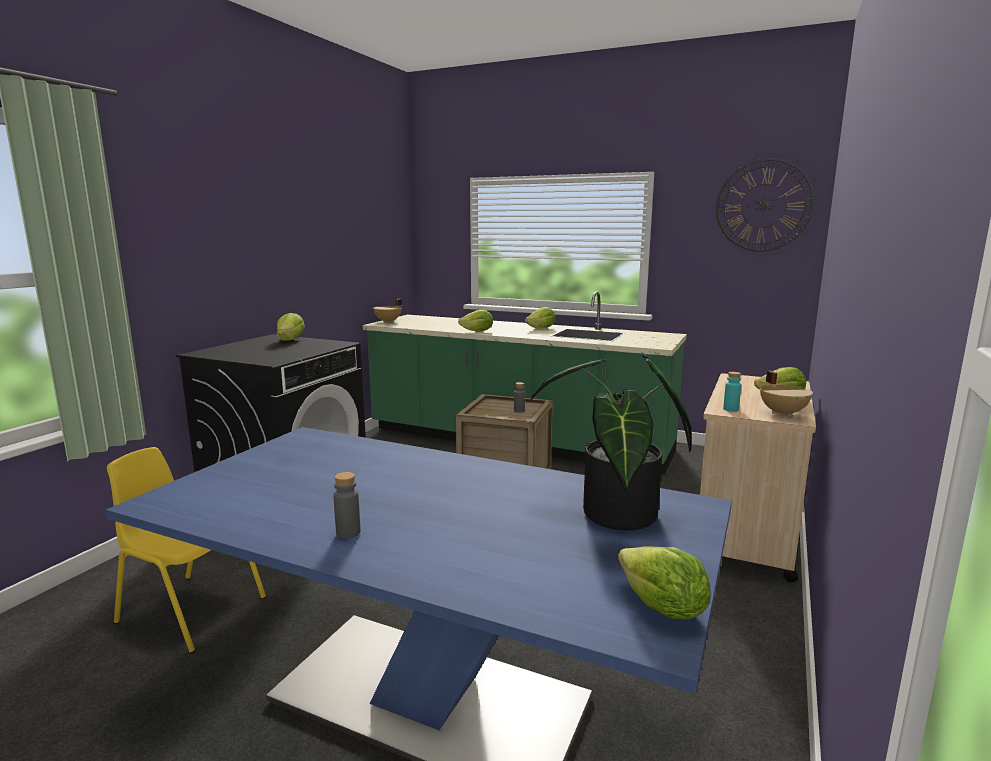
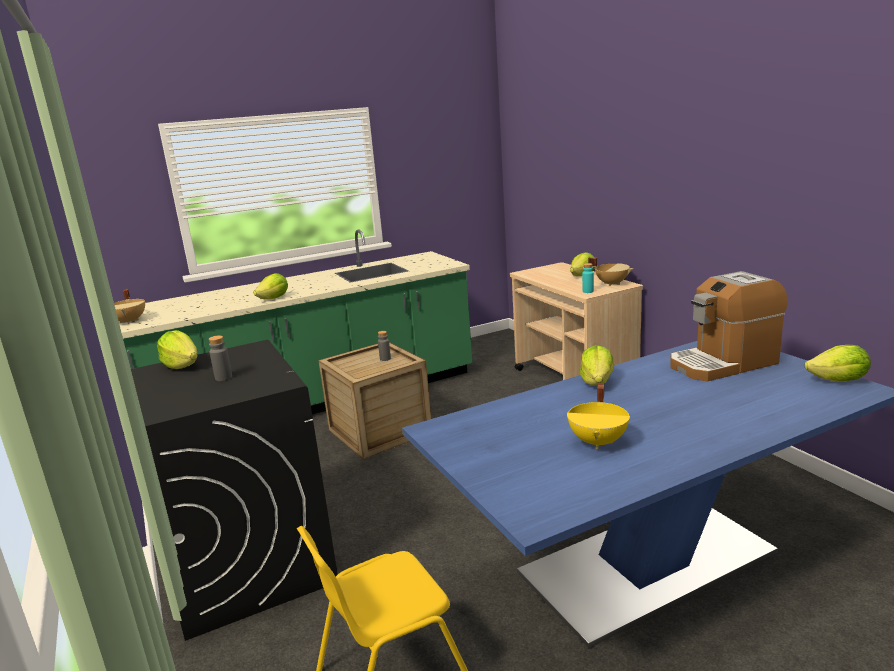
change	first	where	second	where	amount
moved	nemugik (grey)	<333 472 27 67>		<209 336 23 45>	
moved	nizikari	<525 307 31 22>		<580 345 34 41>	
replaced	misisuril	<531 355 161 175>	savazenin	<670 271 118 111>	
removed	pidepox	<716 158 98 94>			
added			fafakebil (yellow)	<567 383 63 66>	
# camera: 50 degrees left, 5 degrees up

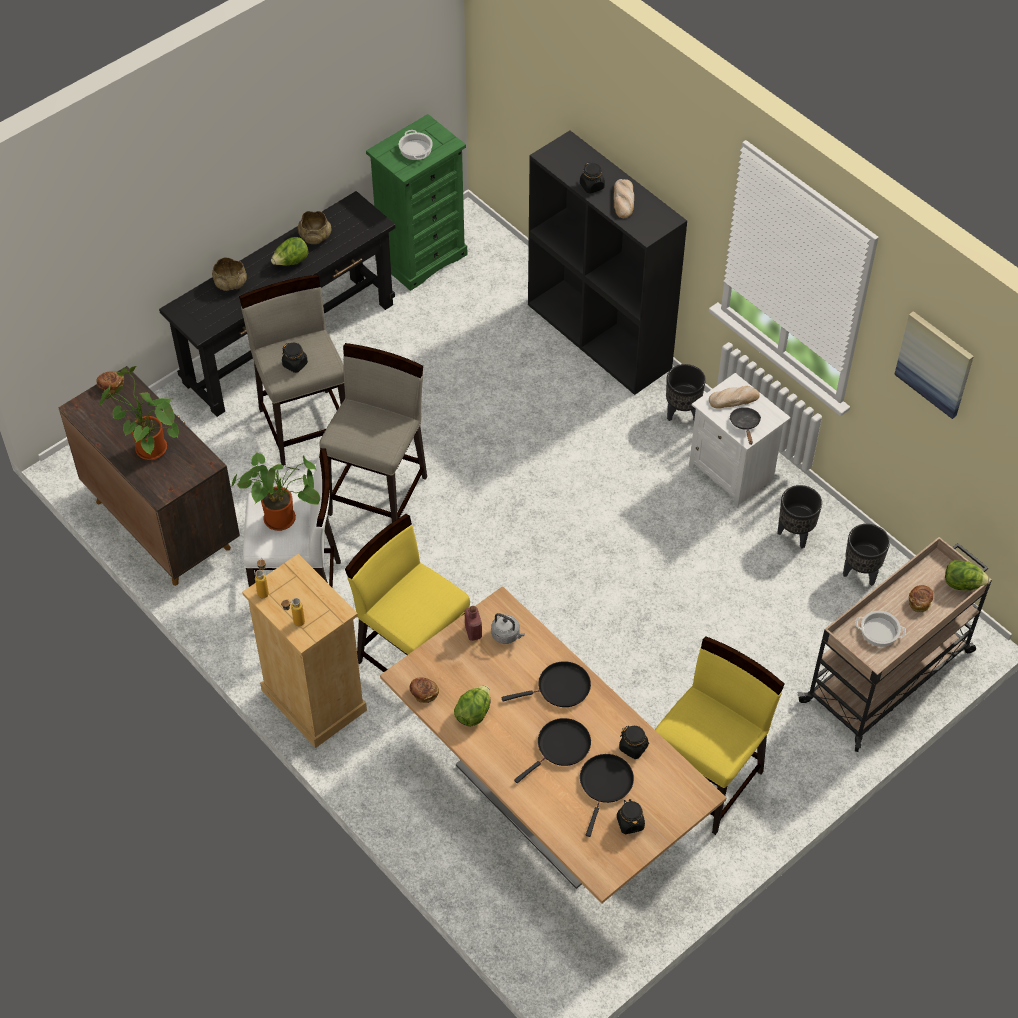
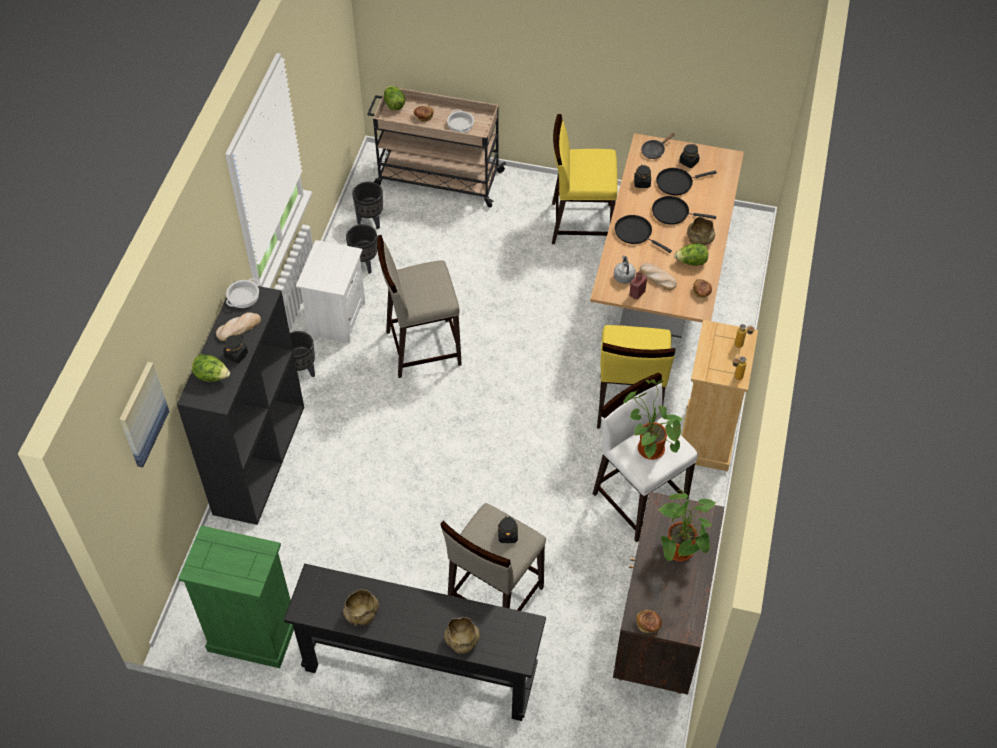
change	first	where	second	where	amount
moved	nizikari	<271 237 38 28>		<192 354 38 28>	
moved	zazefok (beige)	<320 343 107 179>		<377 235 85 143>	
moved	fafakebil	<399 130 34 30>		<226 278 34 30>	
moved	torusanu	<709 386 51 23>		<640 263 37 27>	
moved	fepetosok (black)	<729 407 32 38>		<641 133 34 26>	
moved	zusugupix	<894 311 80 108>		<119 362 50 105>	
added			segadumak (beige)	<687 217 28 28>	
# camera: 125 degrees left, 0 degrees up

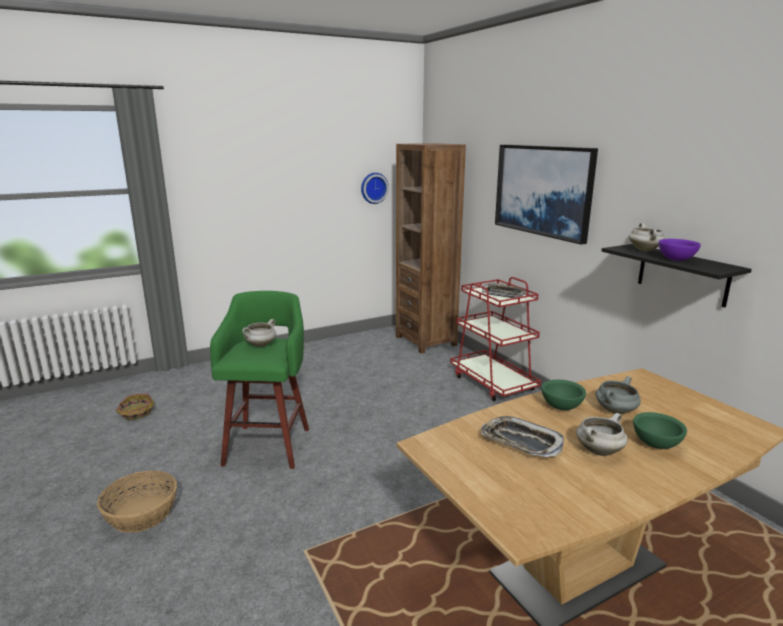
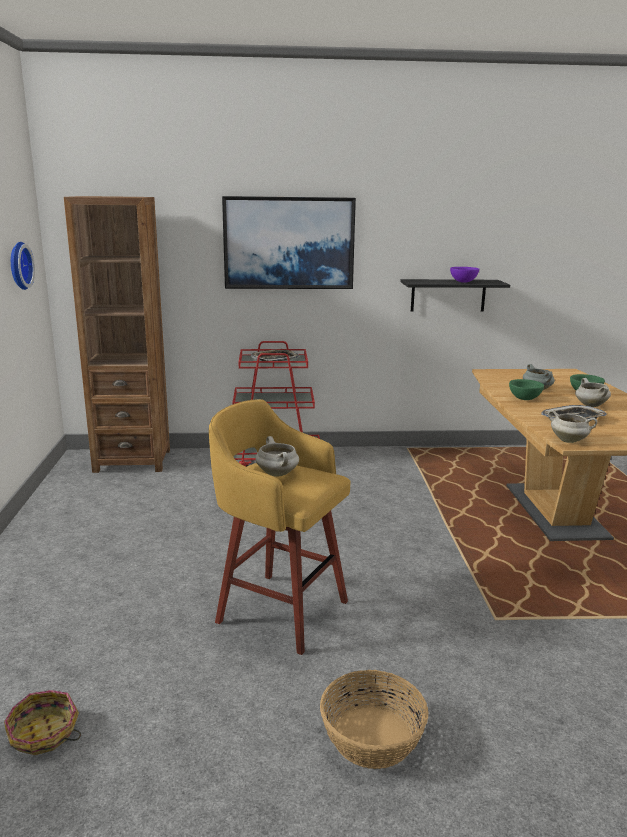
change	first	where	second	where	amount
recoloured	zazefok (green)	<210 291 99 178>	zazefok (yellow)	<209 399 141 256>	
moved	fafakebil (white)	<629 223 36 28>		<548 410 49 33>	
# camera: 65 degrees left, 0 degrees up

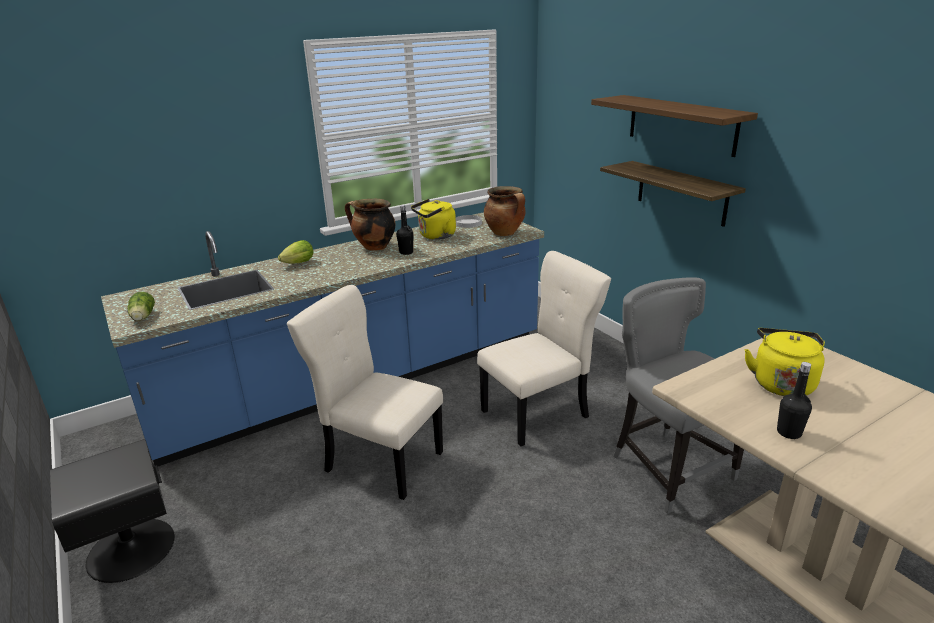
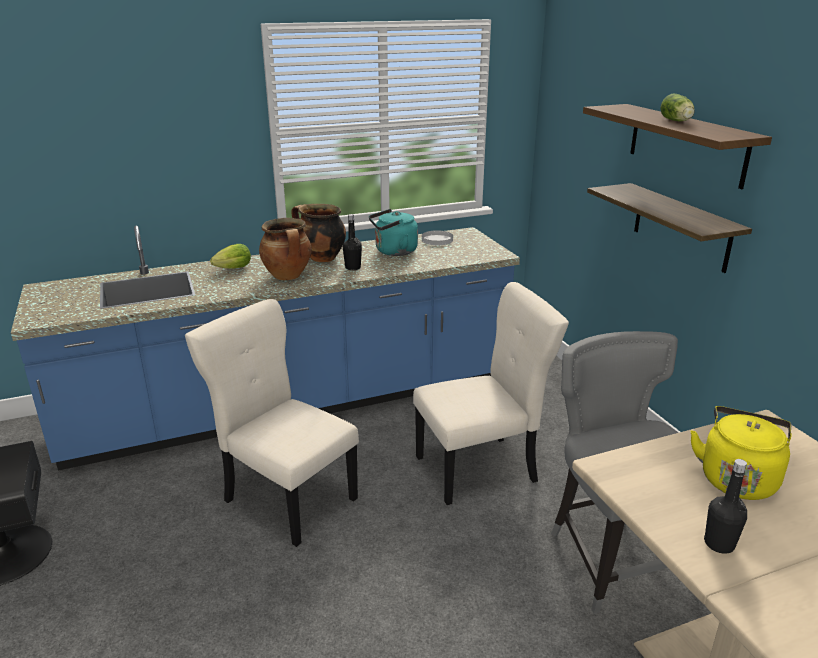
change	first	where	second	where	amount
moved	nizikari	<127 292 28 29>		<660 94 35 27>	
recoloured	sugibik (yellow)	<411 199 45 41>	sugibik (turquoise)	<369 209 49 47>	
moved	fafakebil	<484 186 42 50>		<259 218 53 62>	
# camera: 10 degrees right, 0 degrees up

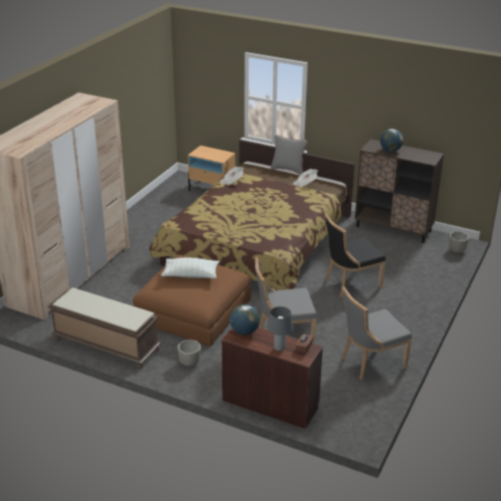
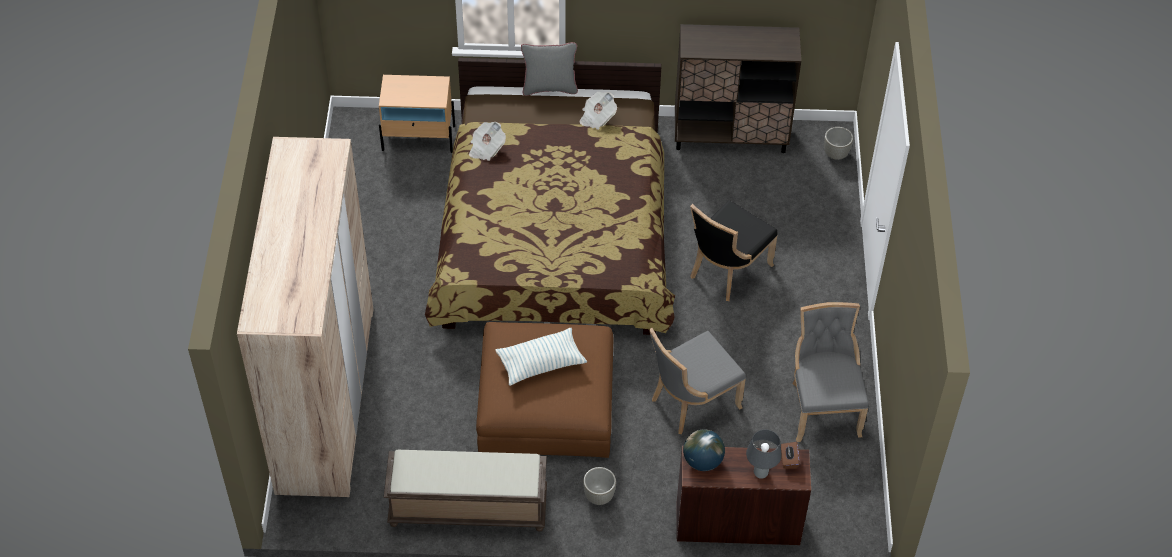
change	first	where	second	where	amount
turned	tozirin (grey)	<342 286 70 94>		<793 302 76 140>	135 degrees clockwise
removed	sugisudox	<380 129 23 23>			
# camera: 25 degrees left, 20 degrees up

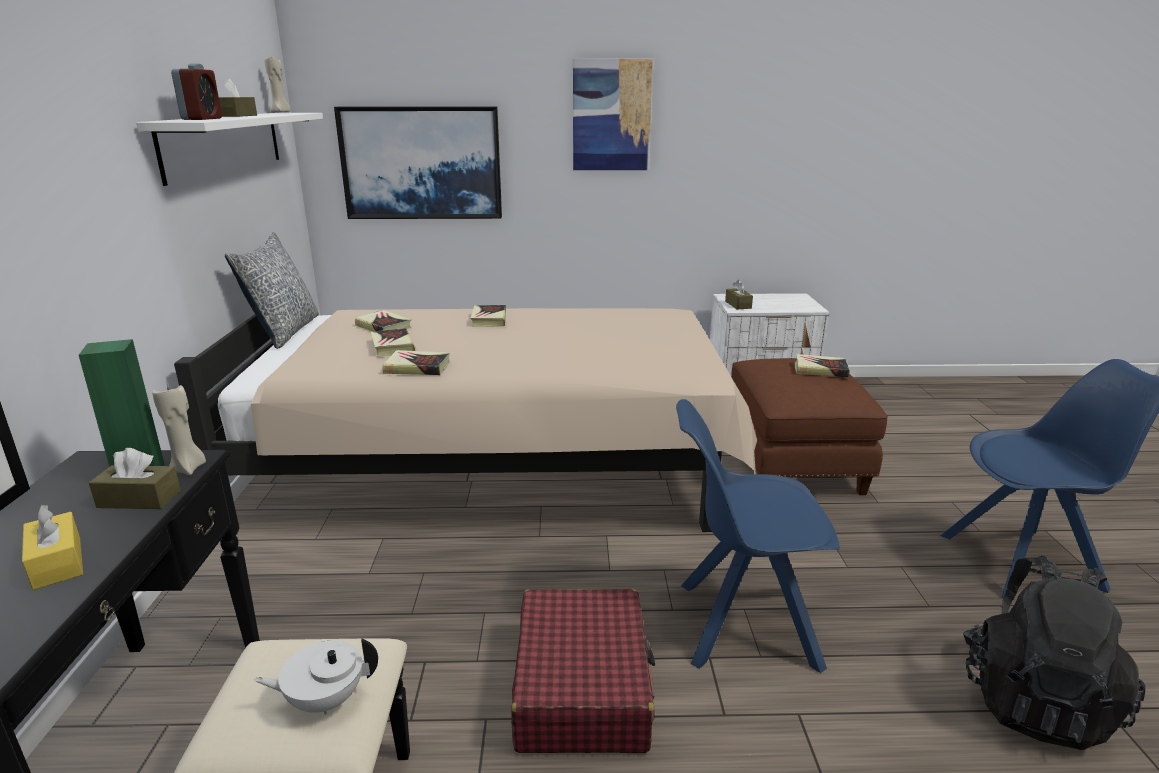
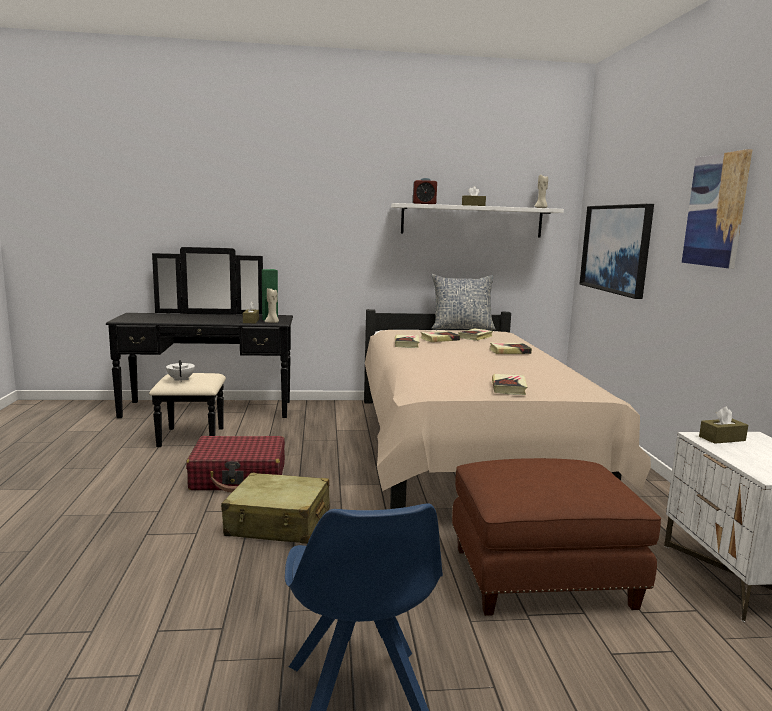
change	first	where	second	where	amount
removed	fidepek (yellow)	<22 505 61 85>			
replaced	tozirin (blue)	<676 399 164 274>	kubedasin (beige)	<221 473 109 71>	
moved	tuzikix	<795 354 55 24>		<492 374 35 21>	
removed	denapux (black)	<963 555 182 195>			
# camera: 85 degrees right, 10 degrees down

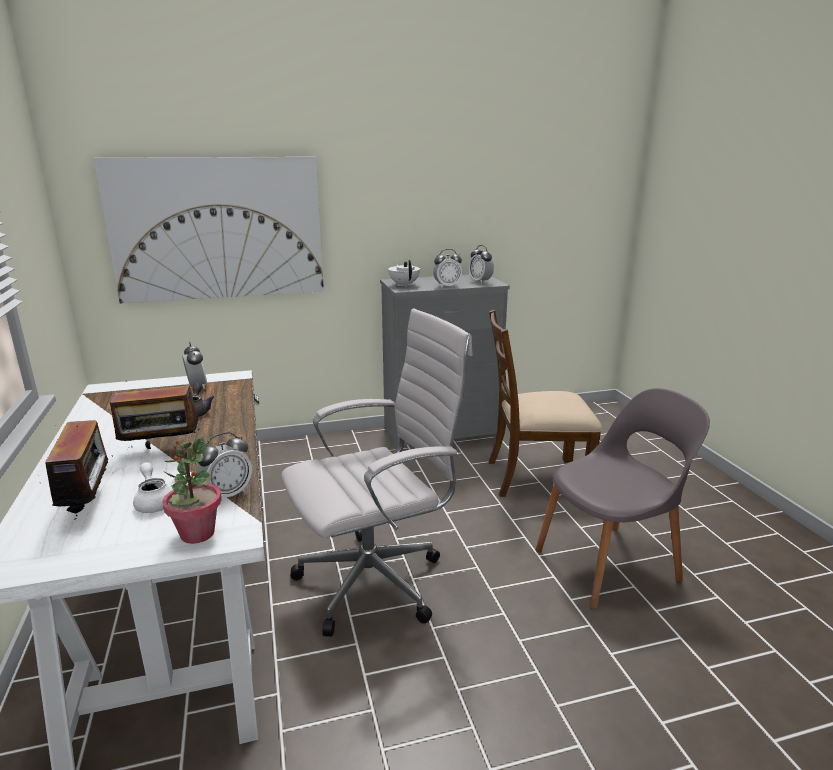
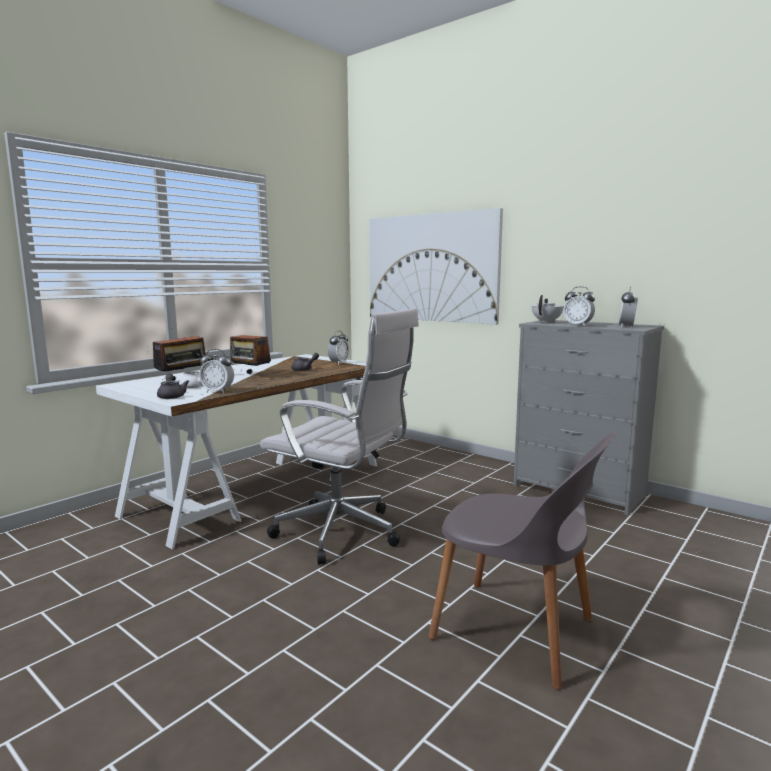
change	first	where	second	where	amount
replaced	misisuril	<162 438 60 106>	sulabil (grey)	<157 373 33 26>	
removed	tozirin (brown)	<489 310 113 187>			
# camera: 55 degrees right, 10 degrees down

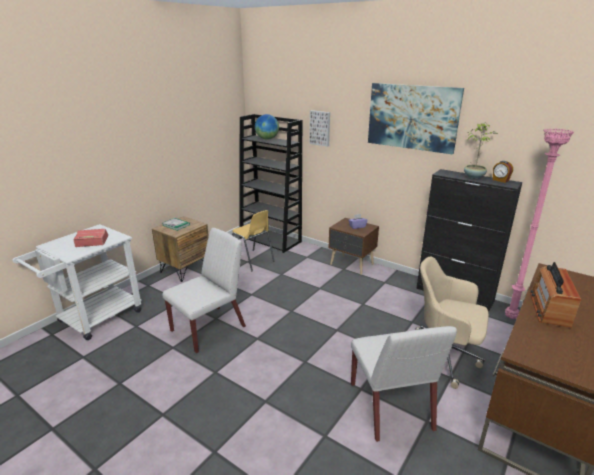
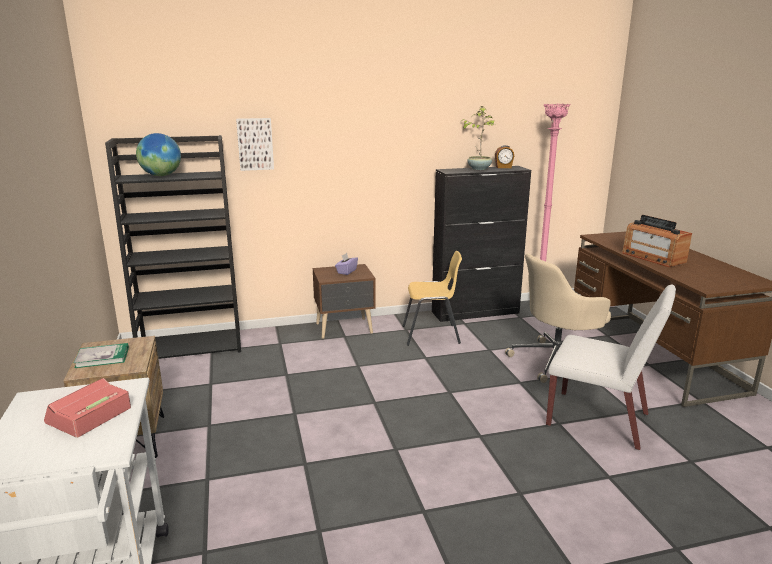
change	first	where	second	where	amount
removed	tozirin (white)	<163 228 83 125>			
moved	tozirin (yellow)	<232 210 43 61>		<403 251 59 95>	
removed	zusugupix	<368 83 96 72>			
# camera: 50 degrees left, 5 degrees down

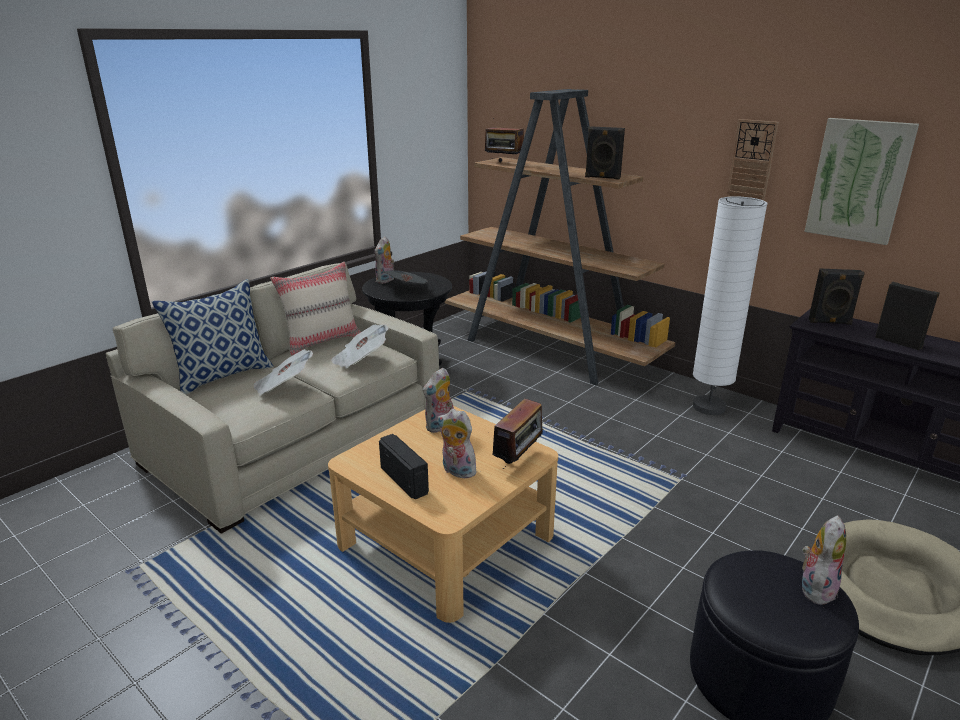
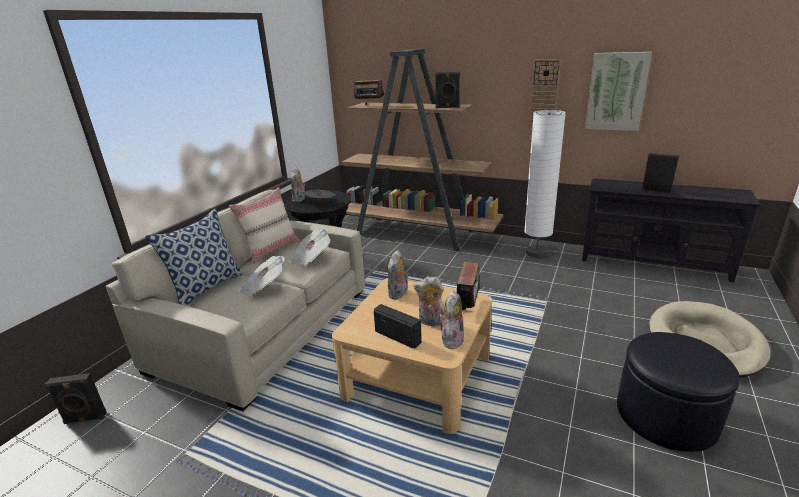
change	first	where	second	where	amount
moved	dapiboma	<802 515 44 90>		<439 291 25 58>	
moved	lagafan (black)	<809 268 56 57>		<45 373 62 51>	
# camera: 15 degrees left, 0 degrees up

